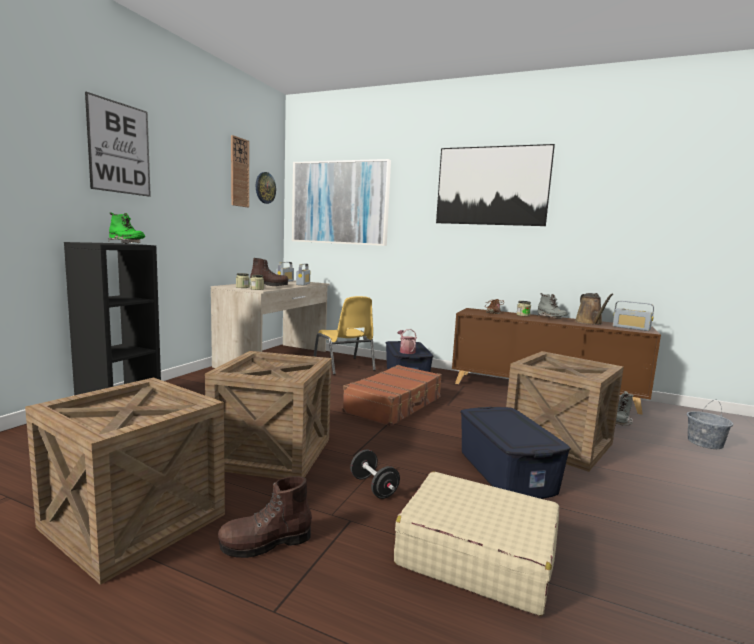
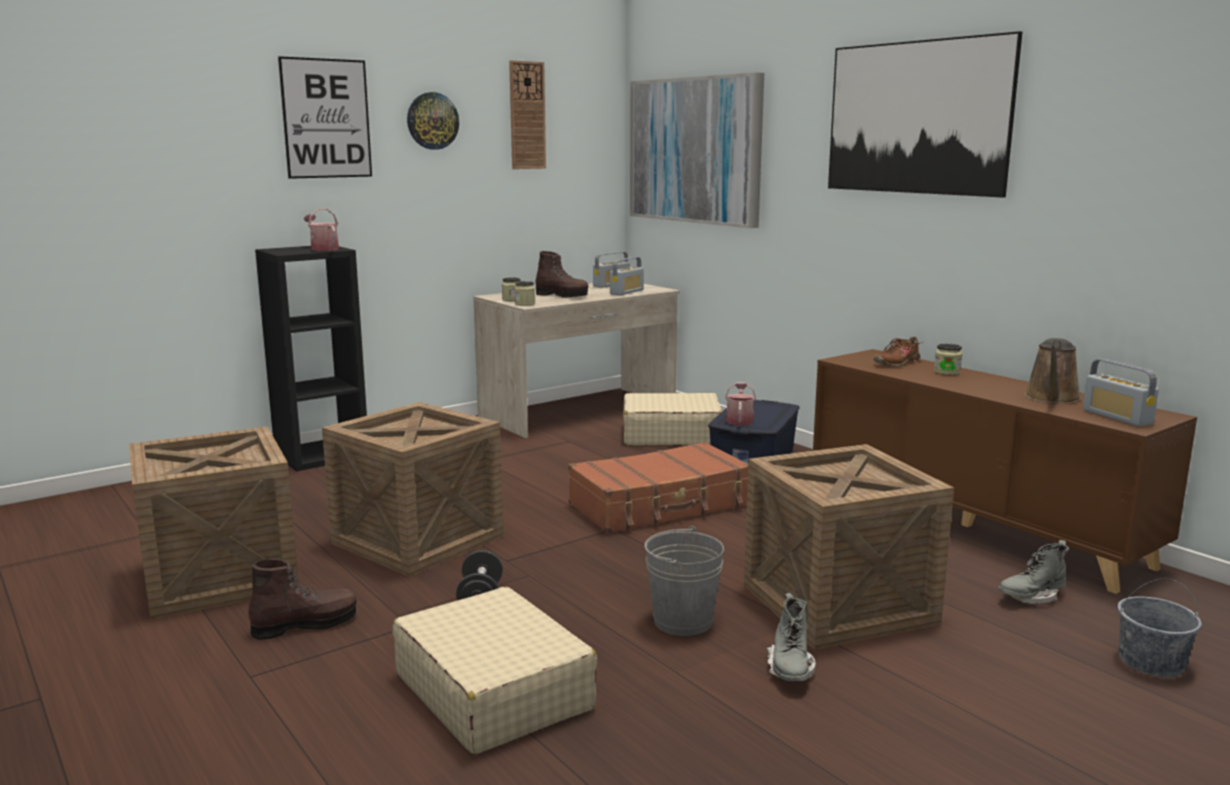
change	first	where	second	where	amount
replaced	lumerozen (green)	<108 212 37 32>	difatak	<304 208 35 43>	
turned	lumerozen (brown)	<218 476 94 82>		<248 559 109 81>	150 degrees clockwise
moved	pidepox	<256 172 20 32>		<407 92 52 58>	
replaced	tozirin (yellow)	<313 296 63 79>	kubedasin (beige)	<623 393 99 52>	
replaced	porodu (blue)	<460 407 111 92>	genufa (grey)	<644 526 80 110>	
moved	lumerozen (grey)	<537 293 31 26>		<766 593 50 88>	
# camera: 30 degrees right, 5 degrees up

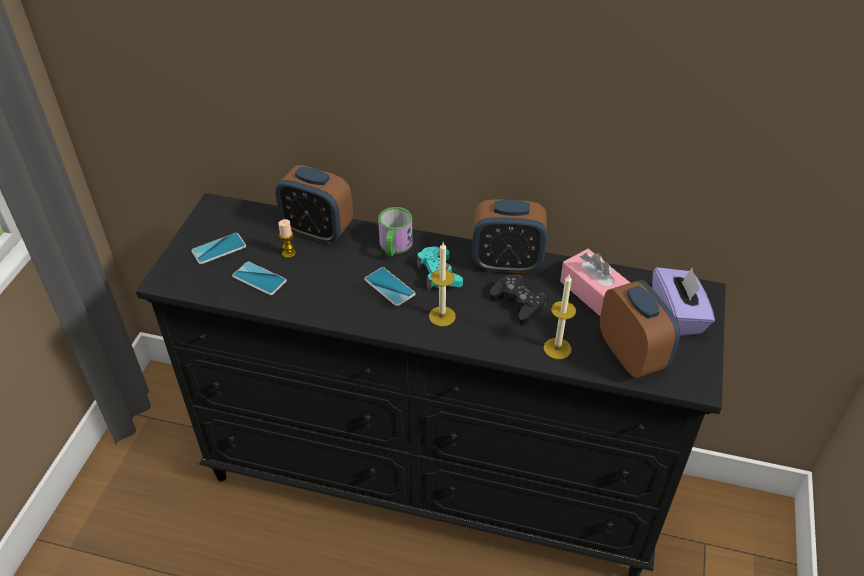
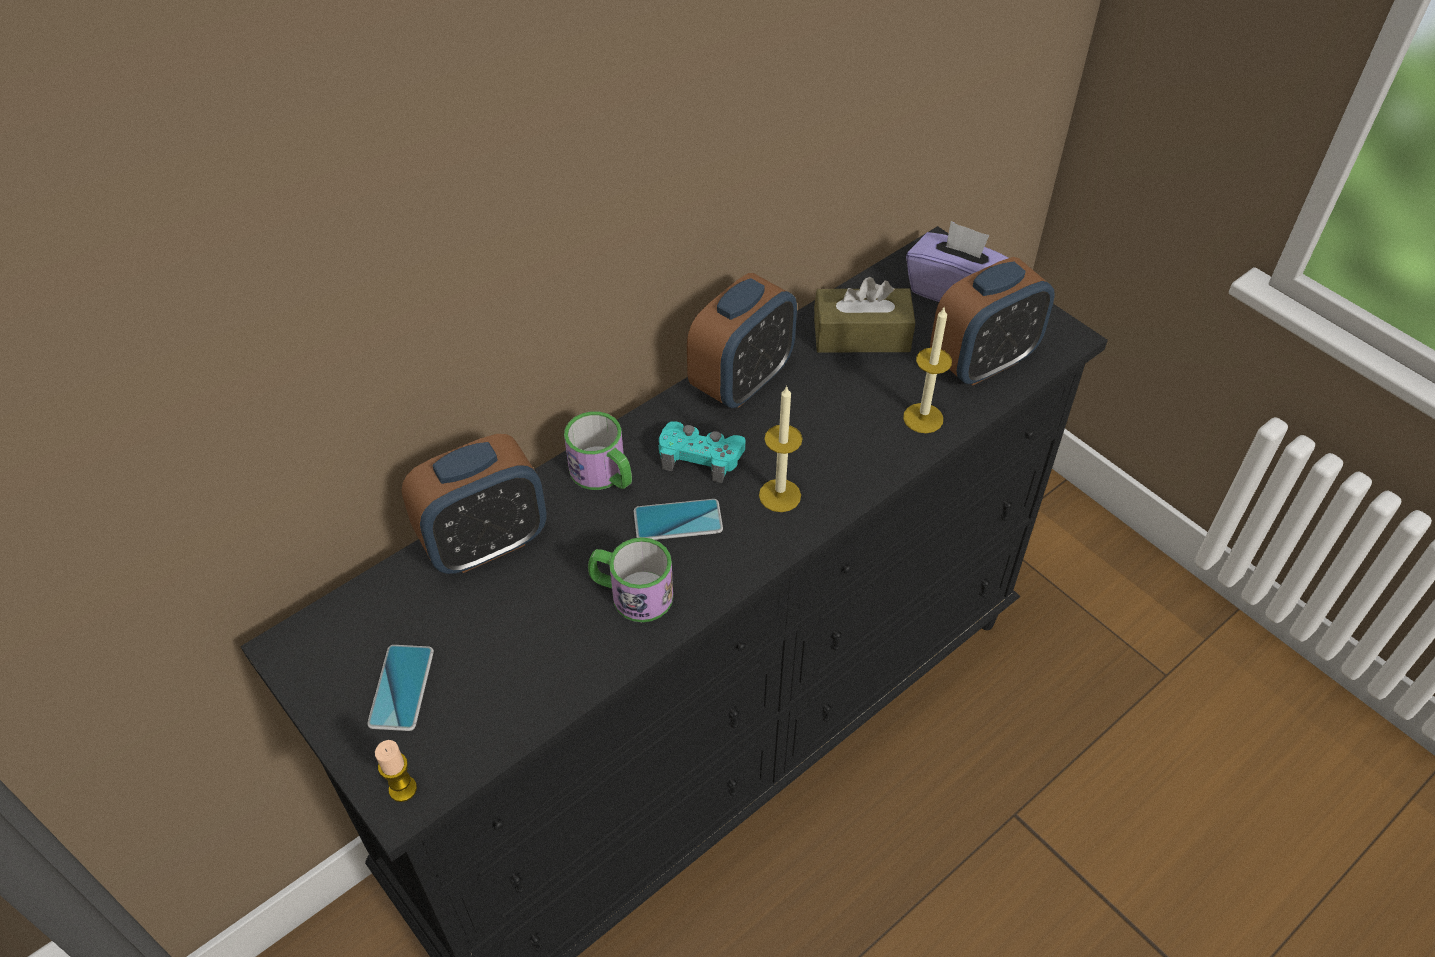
change	first	where	second	where	amount
removed	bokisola	<232 262 55 33>			
moved	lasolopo	<278 219 18 39>		<375 740 42 62>	
removed	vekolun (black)	<490 274 56 51>			
recoloured	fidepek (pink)	<560 249 70 67>	fidepek (brown)	<814 277 101 76>	
turned	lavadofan	<600 280 80 98>		<930 257 125 129>	135 degrees clockwise
added			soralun	<588 537 85 85>	
# camera: 55 degrees left, 5 degrees up

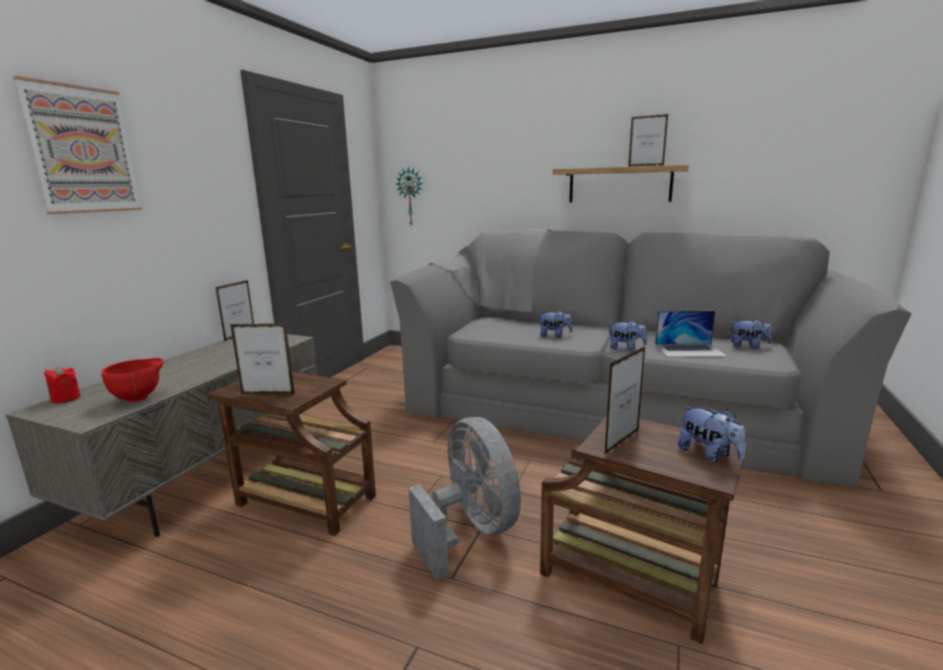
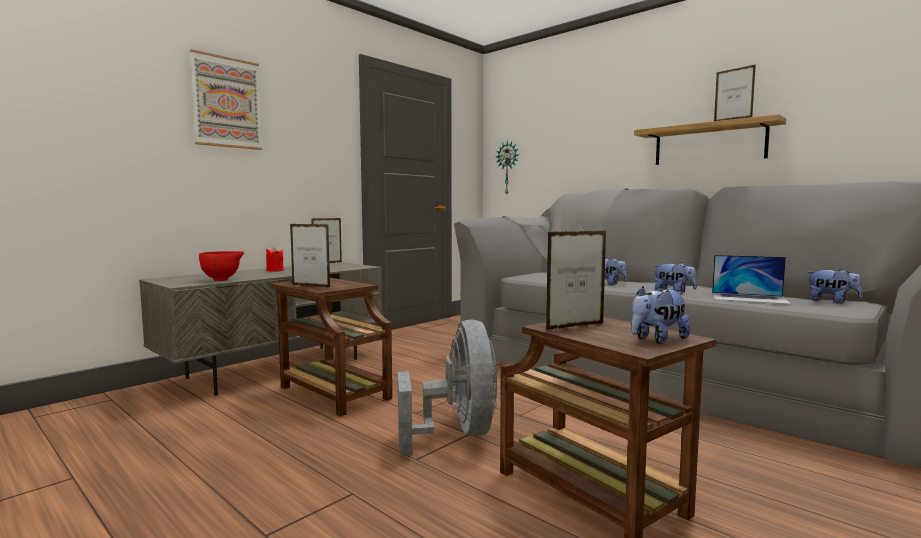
change	first	where	second	where	amount
moved	lasolopo (red)	<44 366 37 37>		<266 247 18 25>	
turned	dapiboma	<678 406 67 56>		<631 287 59 57>	75 degrees clockwise
# camera: 20 degrees right, 10 degrees down

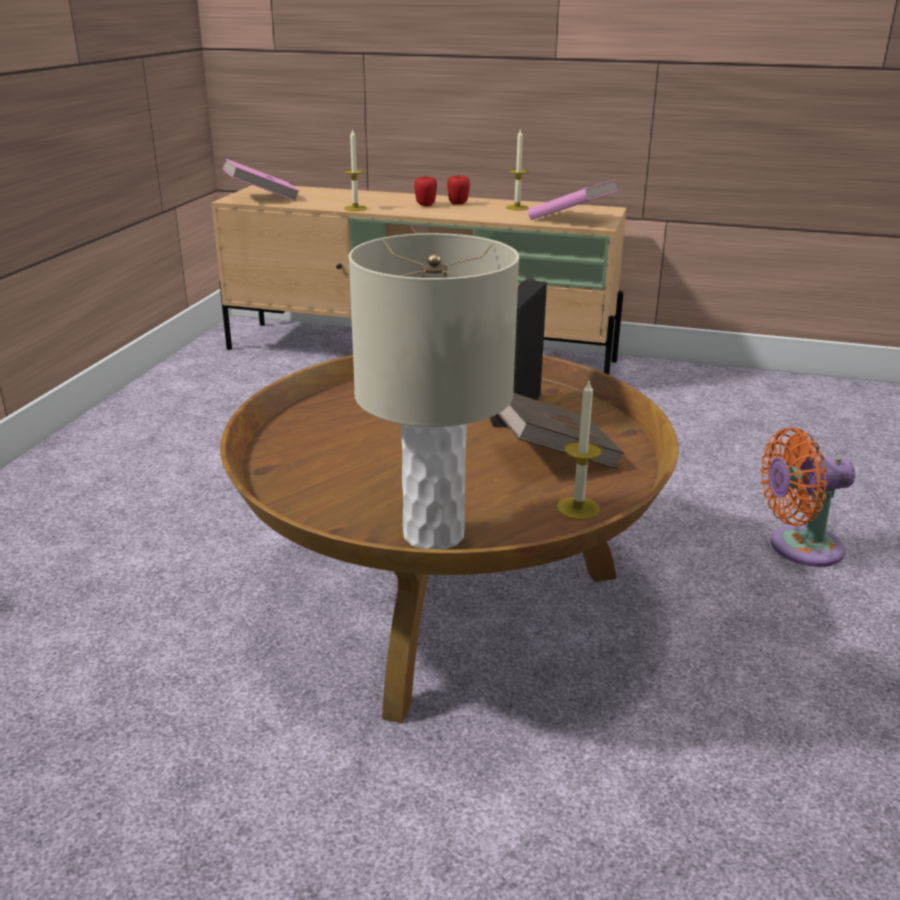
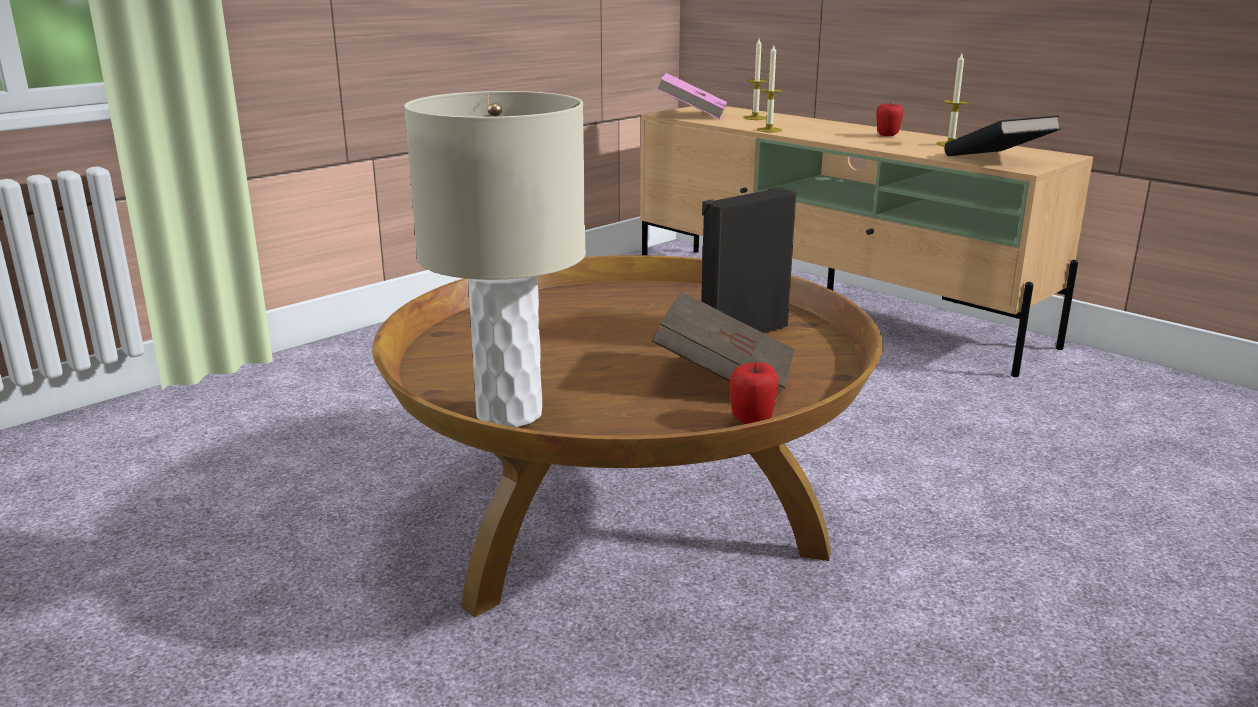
change	first	where	second	where	amount
moved	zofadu	<414 176 23 30>		<729 362 50 62>	
recoloured	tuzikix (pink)	<528 179 91 41>	tuzikix (black)	<945 115 116 41>	
moved	lasolopo	<557 381 45 139>		<744 38 23 82>	
removed	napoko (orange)	<761 427 94 140>			
# camera: 30 degrees right, 5 degrees down

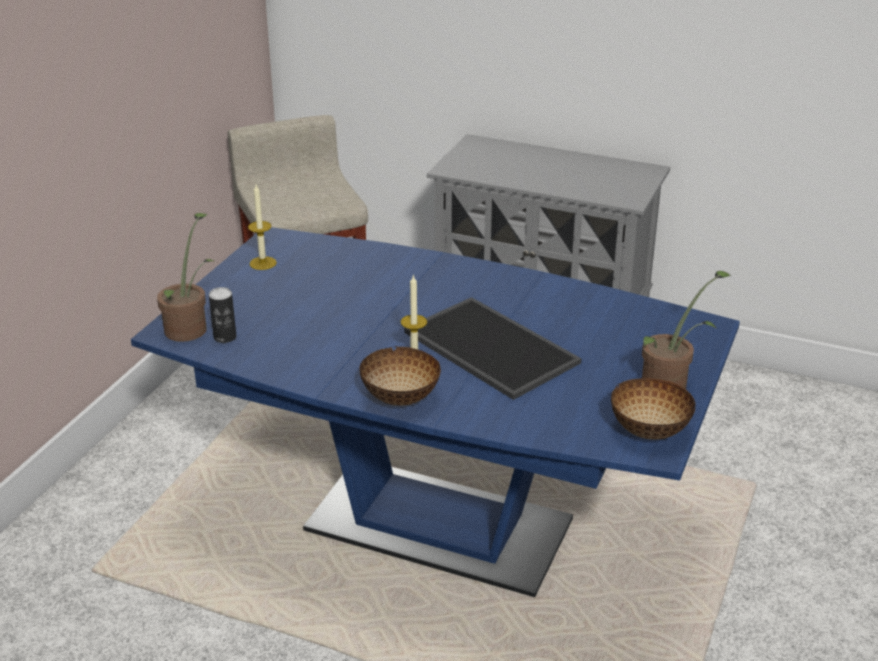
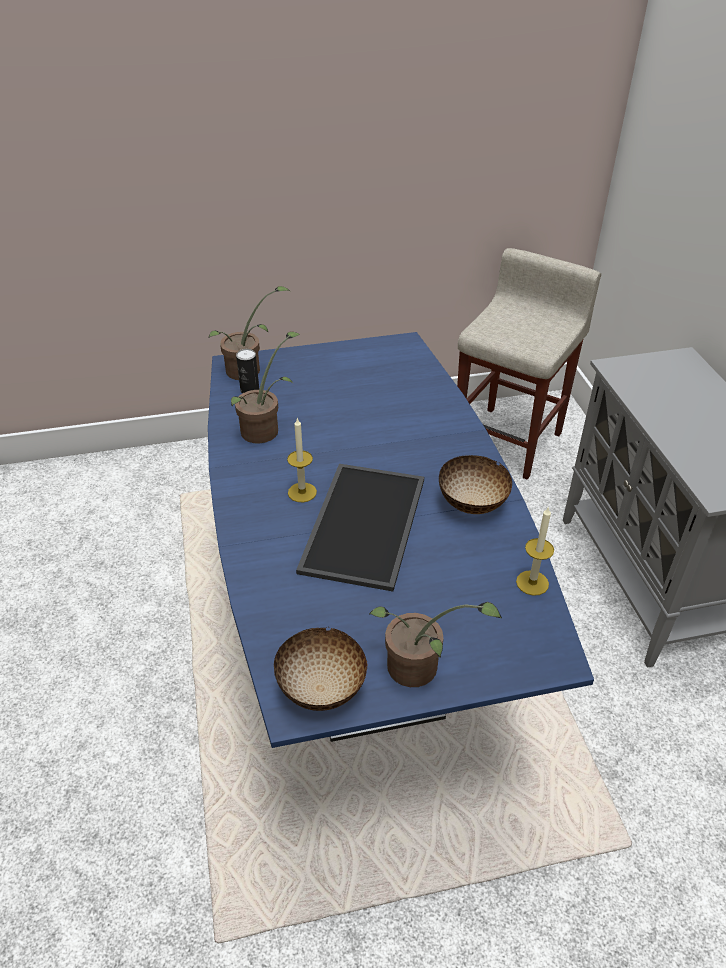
change	first	where	second	where	amount
moved	lasolopo	<248 185 29 85>		<516 506 38 90>	
moved	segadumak	<360 346 81 60>		<439 455 73 59>	
added			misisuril	<231 332 69 111>	
# camera: 55 degrees right, 10 degrees up

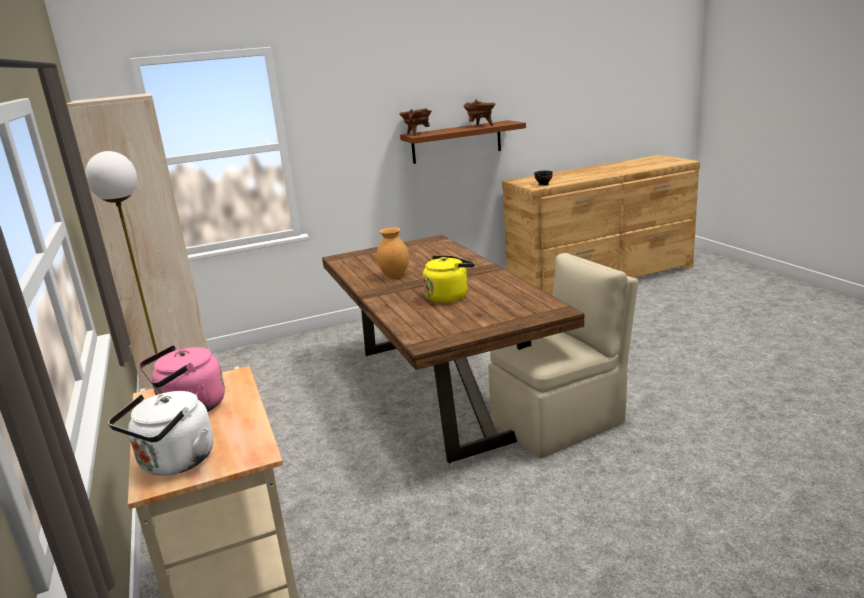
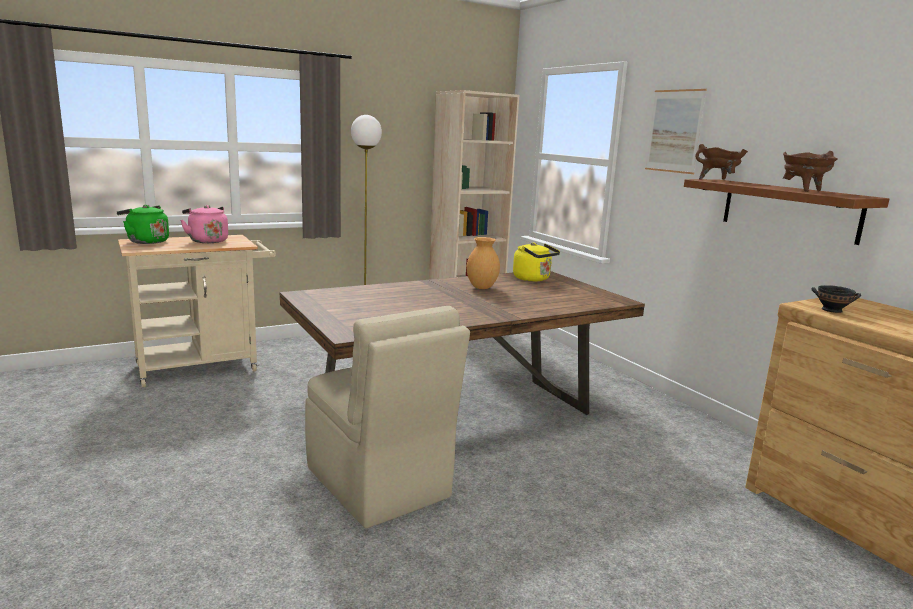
change	first	where	second	where	amount
recoloured	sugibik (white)	<108 391 105 85>	sugibik (green)	<117 205 52 39>	
moved	sugibik (yellow)	<423 255 52 48>		<513 242 47 39>	
added			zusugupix	<645 89 62 85>	
# camera: 80 degrees right, 5 degrees down

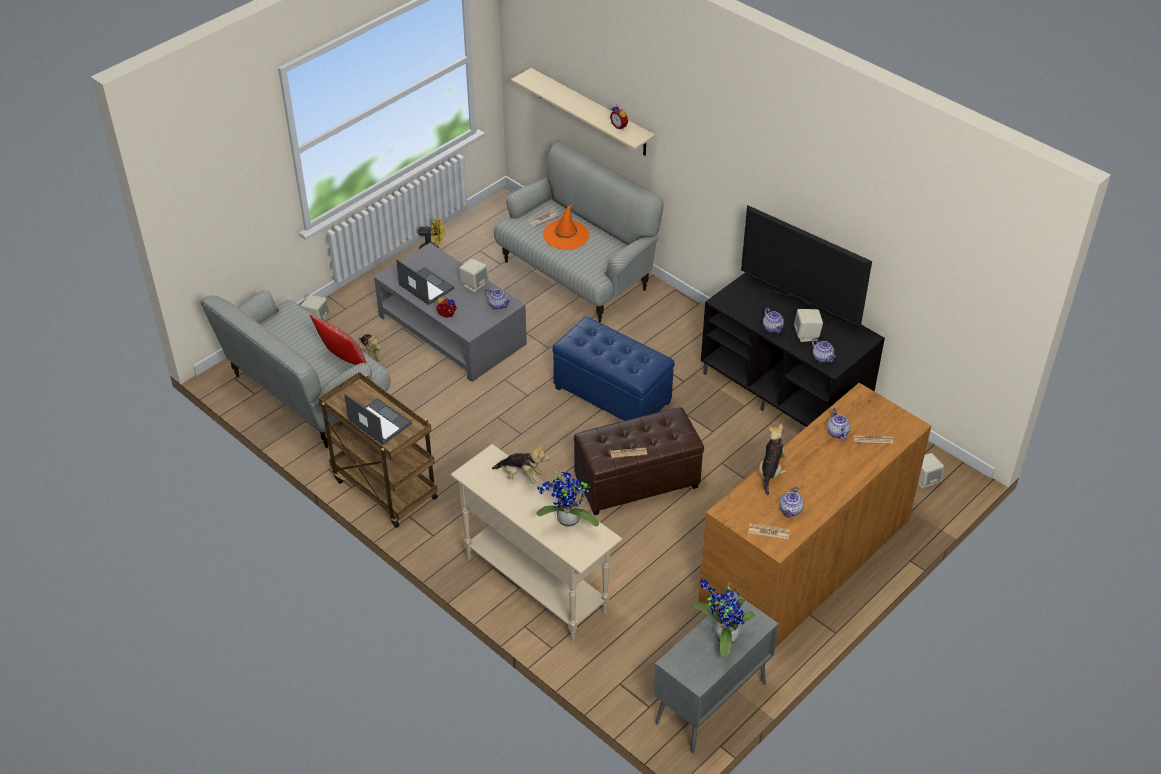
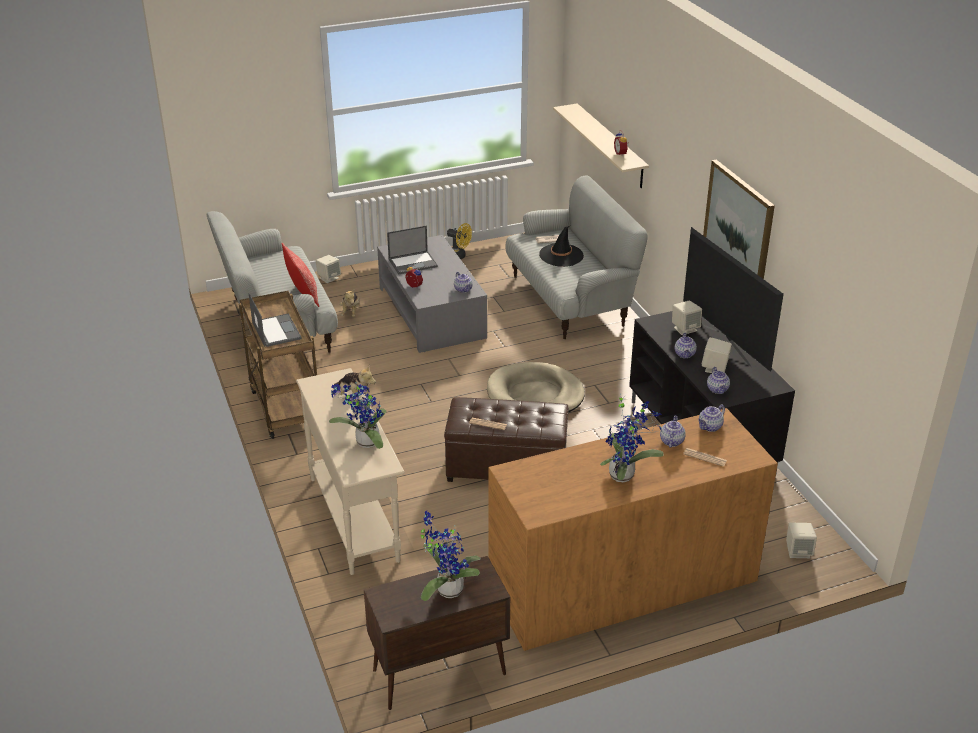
change	first	where	second	where	amount
turned	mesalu	<396 259 59 46>		<387 225 51 50>	90 degrees clockwise
moved	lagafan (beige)	<459 259 29 33>		<672 300 30 35>	
recoloured	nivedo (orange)	<543 204 46 46>	nivedo (black)	<539 225 45 42>	
replaced	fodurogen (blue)	<552 317 123 104>	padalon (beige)	<487 362 98 51>	
recoloured	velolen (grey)	<653 592 126 162>	velolen (brown)	<364 556 146 154>	
removed	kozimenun	<748 523 42 16>			
removed	dapiboma	<759 423 27 72>			
moved	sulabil	<779 487 25 31>		<698 404 27 28>	
added			misisuril	<600 393 64 89>	
added			zusugupix	<703 160 72 119>	
# camera: 25 degrees right, 10 degrees down

